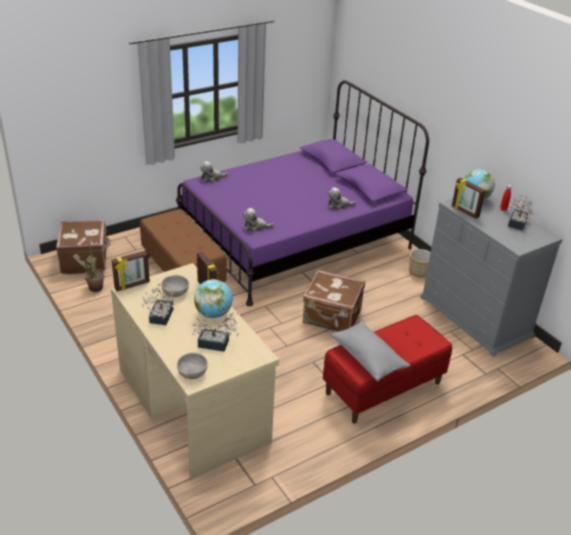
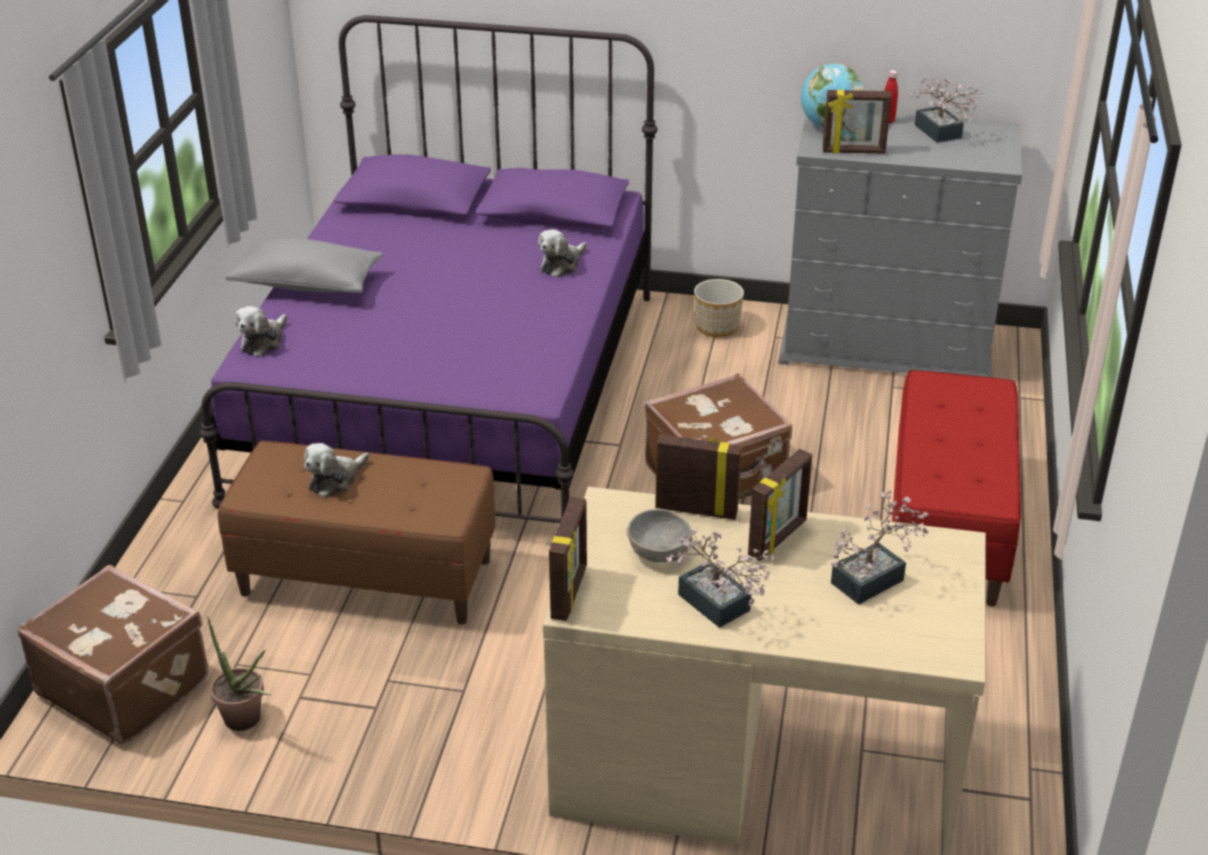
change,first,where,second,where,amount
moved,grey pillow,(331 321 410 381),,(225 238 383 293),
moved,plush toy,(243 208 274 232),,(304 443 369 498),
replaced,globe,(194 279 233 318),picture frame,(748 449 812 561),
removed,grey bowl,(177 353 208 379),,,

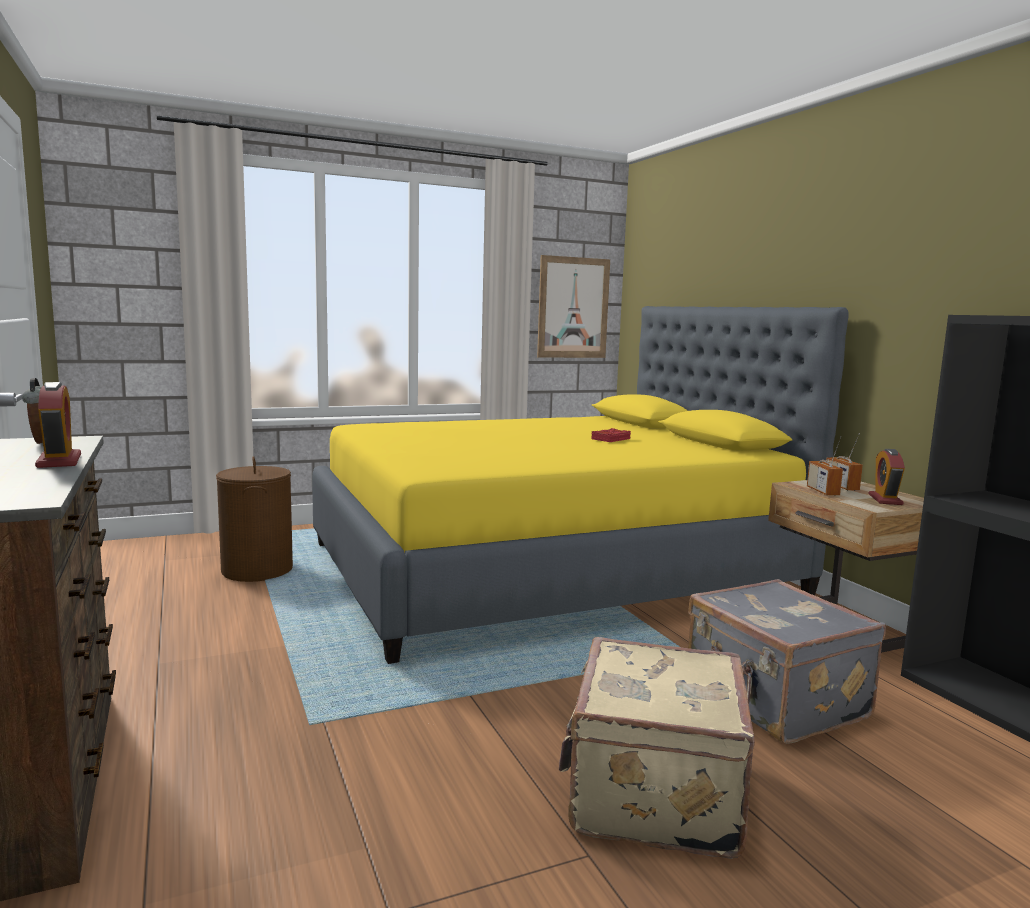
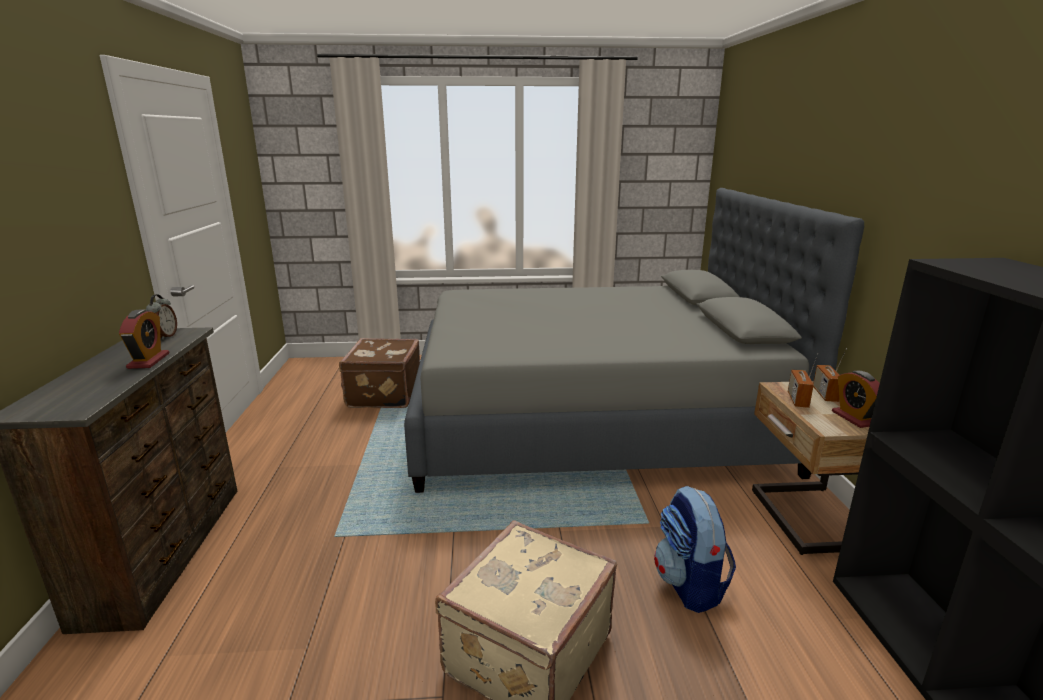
change,first,where,second,where,amount
replaced,brown laundry basket,(216 456 293 582),brown suitcase,(339 338 420 408),
recoloured,yellow bed,(312 306 849 664),grey bed,(404 188 864 493),
replaced,grey suitcase,(688 579 886 744),backpack,(654 486 736 613),
turned,alarm clock,(868 449 905 505),,(832 370 880 428),45 degrees counterclockwise
removed,picture,(537 255 610 358),,,
removed,red book,(591 428 631 442),,,

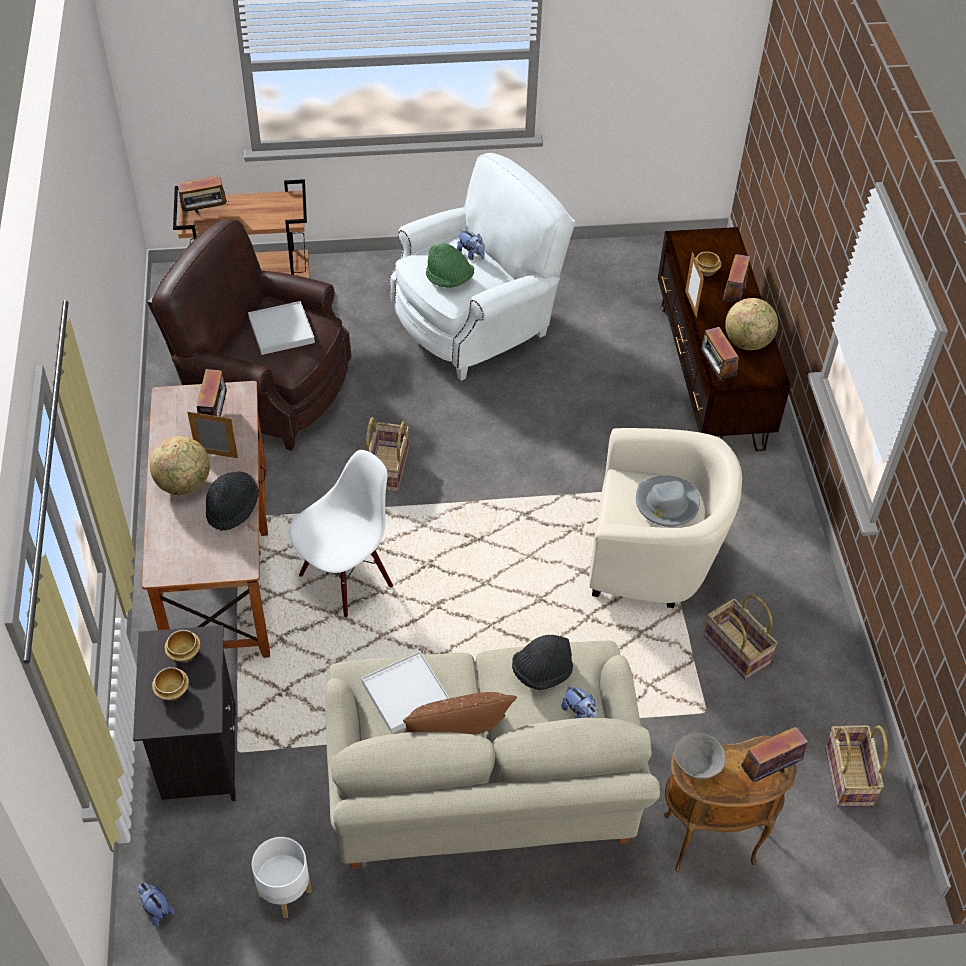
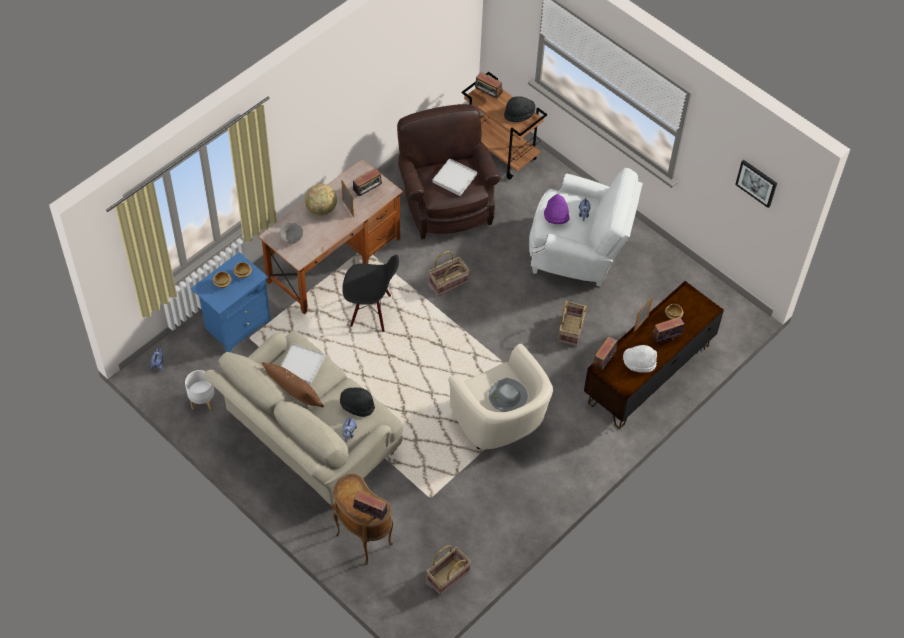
change,first,where,second,where,amount
recoloured,black nightstand,(133 625 236 801),blue nightstand,(191 252 270 352),
moved,grey bowl,(674 733 725 779),,(280 223 303 244),
recoloured,white chair,(289 450 393 617),black chair,(342 255 399 332),
moved,black hat,(206 471 259 531),,(504 96 536 122),
recoloured,green hat,(426 243 474 288),purple hat,(544 194 570 224),
moved,basket,(704 595 778 679),,(558 301 587 346),
replaced,globe,(725 298 778 350),white hat,(623 345 657 373),
added,,,picture,(735 160 777 208),

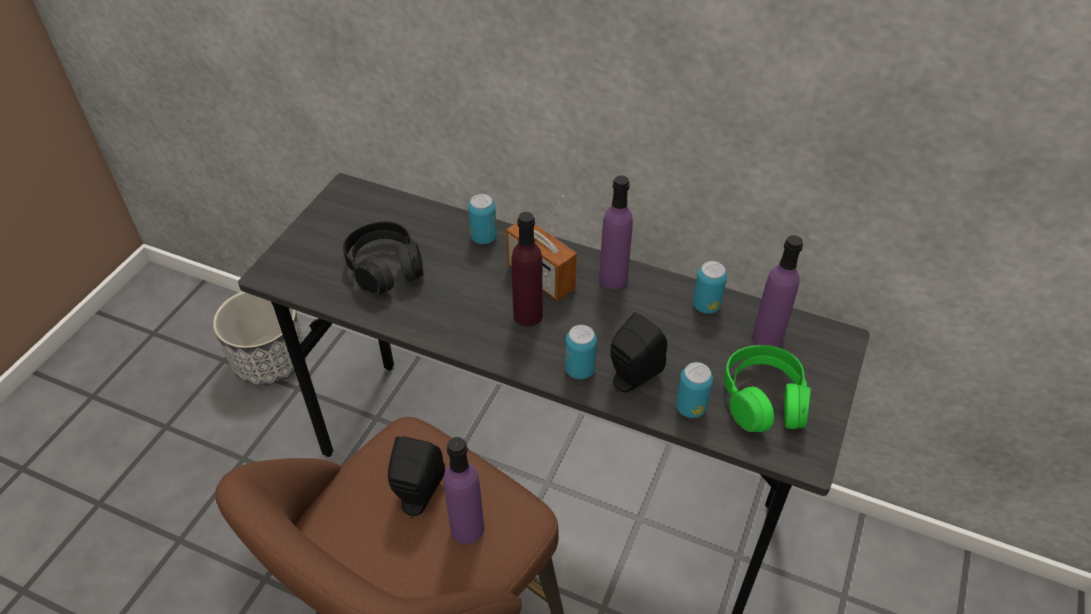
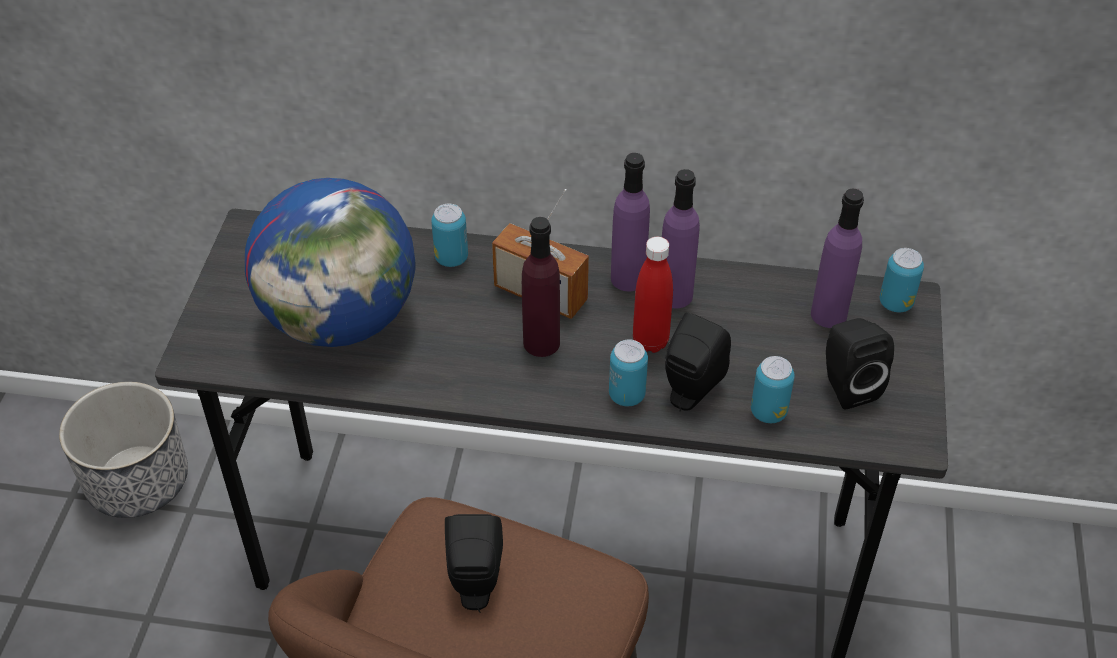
change,first,where,second,where,amount
replaced,black headphones,(343 221 423 295),globe,(245 178 415 347),
added,,,red bottle,(633 237 673 353),
moved,purple bottle,(443 437 484 544),,(662 169 700 308),
replaced,green headphones,(724 345 811 432),black speaker,(826 318 894 409),
moved,can,(693 261 727 314),,(880 248 924 312),

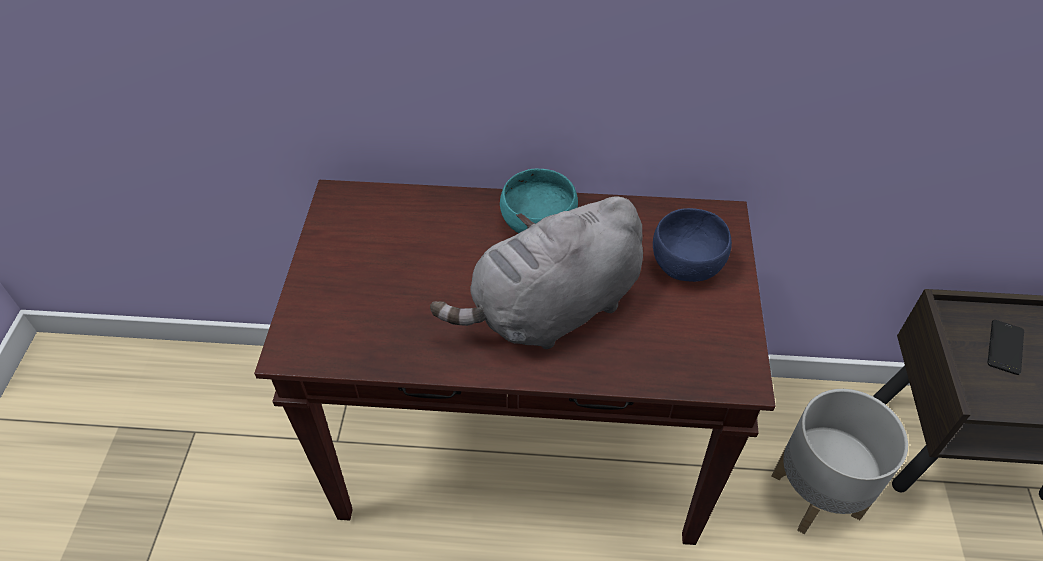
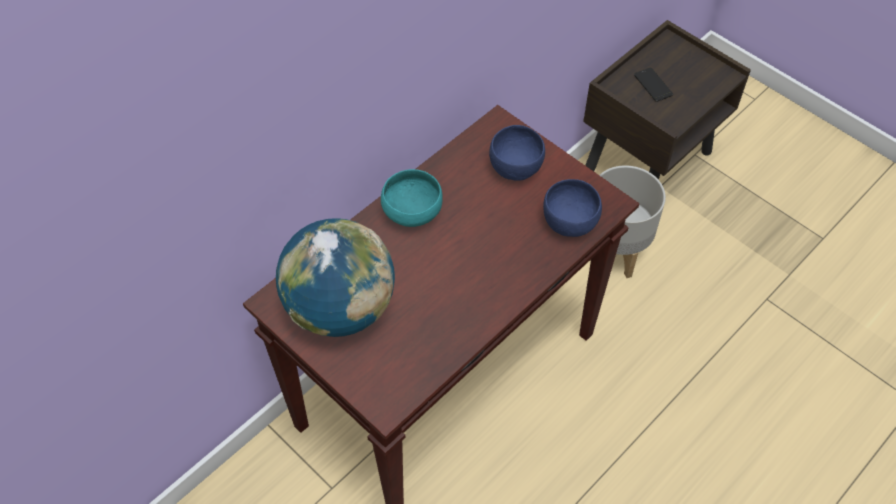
change,first,where,second,where,amount
added,,,globe,(276 218 395 337),
added,,,blue bowl,(543 179 602 237),
removed,grey plush toy,(430 197 643 349),,,

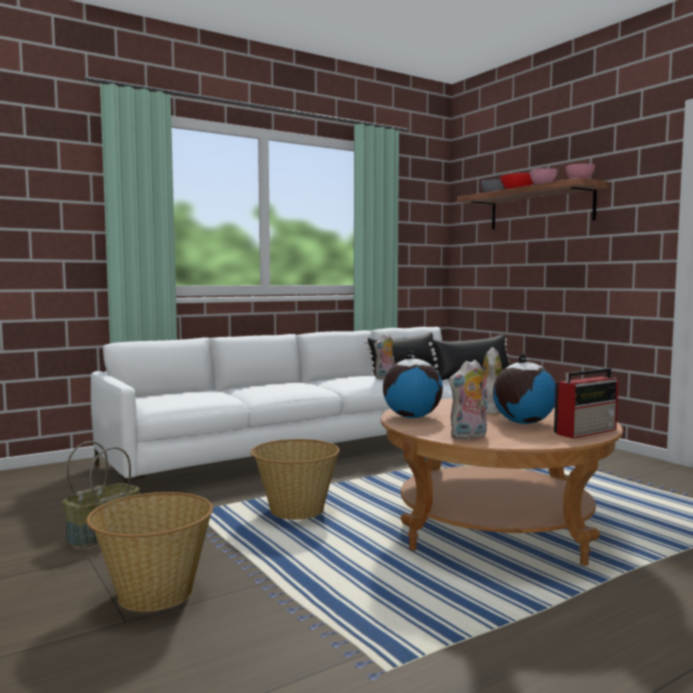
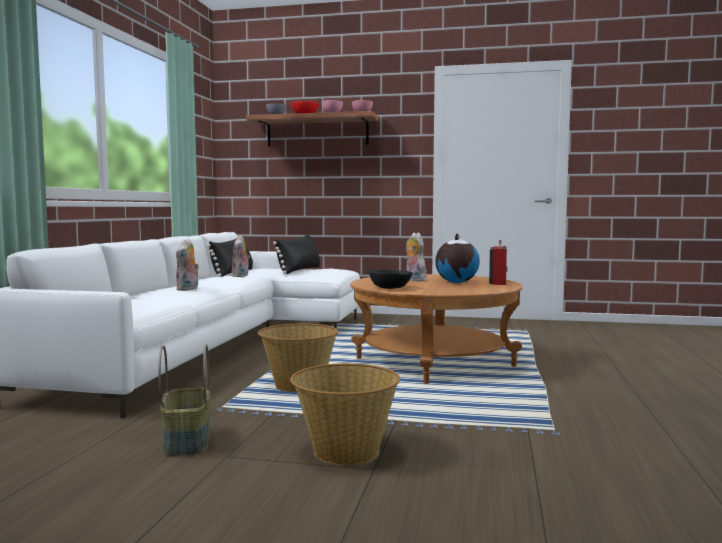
change,first,where,second,where,amount
moved,plush toy,(449 360 487 439),,(176 239 199 291),
replaced,globe,(383 350 443 418),black bowl,(369 270 413 289),

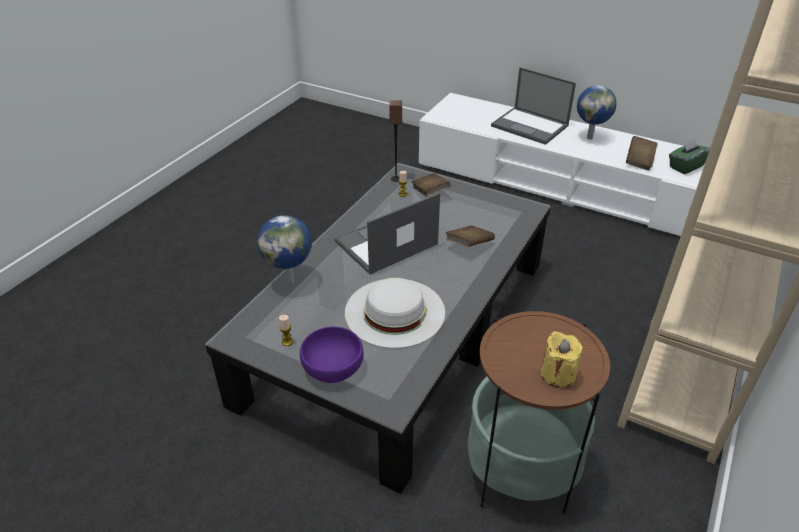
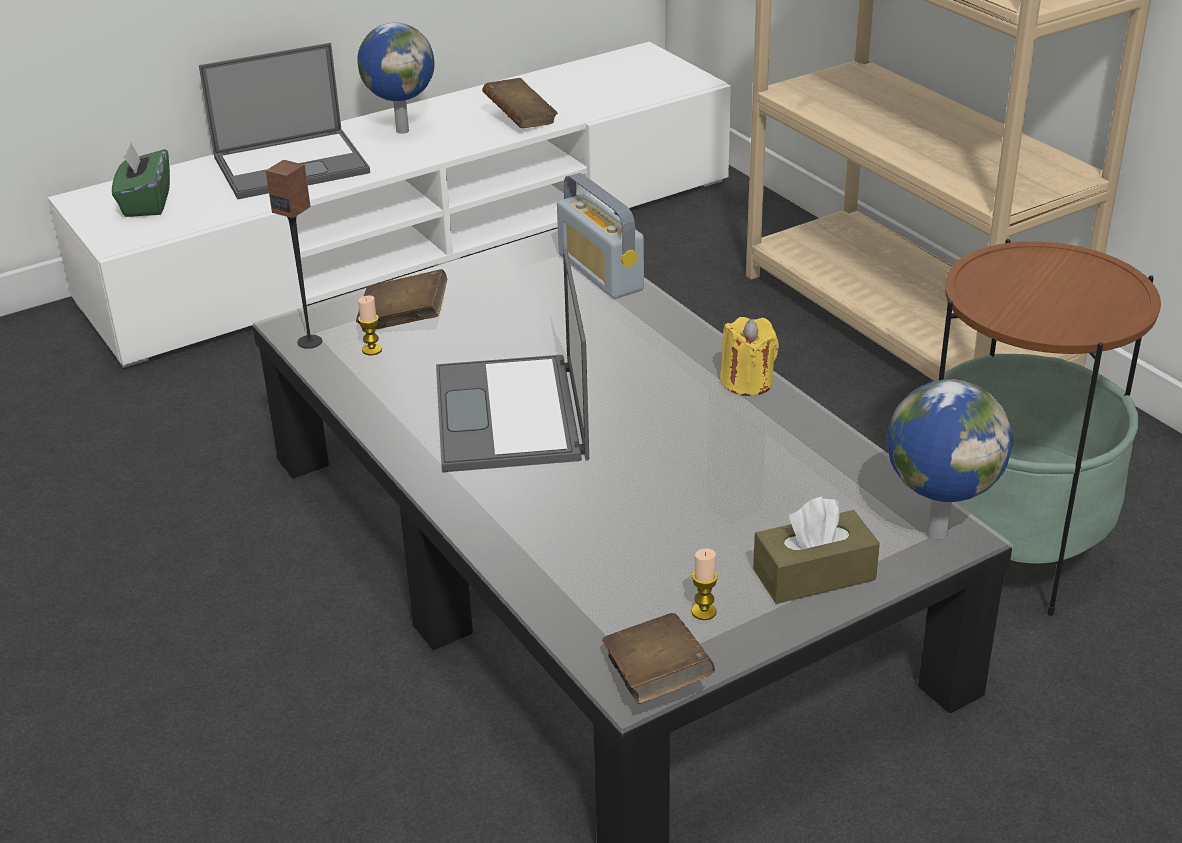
change,first,where,second,where,amount
moved,green tissue box,(669 138 710 174),,(112 143 170 217),
added,,,radio,(557 173 644 298),
moved,brown book,(446 226 495 247),,(602 613 715 704),
moved,yellow candle,(541 331 583 388),,(720 317 779 396),
replaced,purple bowl,(300 327 364 383),brown tissue box,(753 496 880 604),
moved,globe,(258 215 312 284),,(887 379 1013 540),
removed,white hat,(345 278 445 348),,,

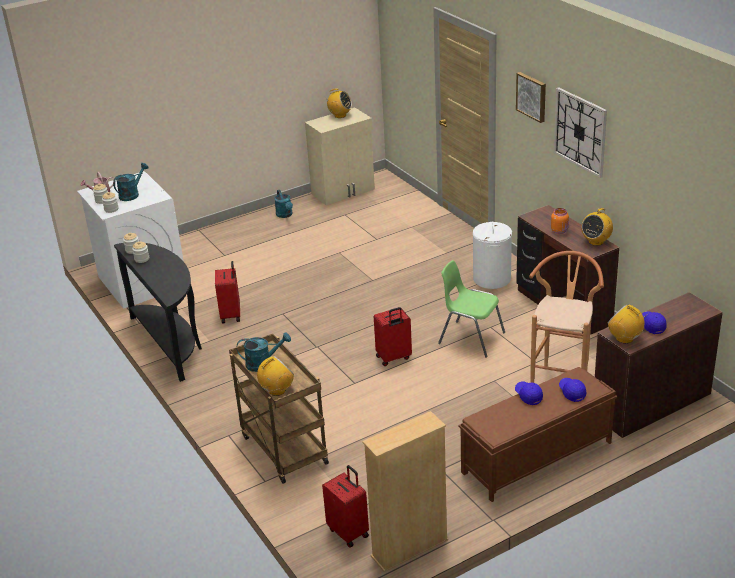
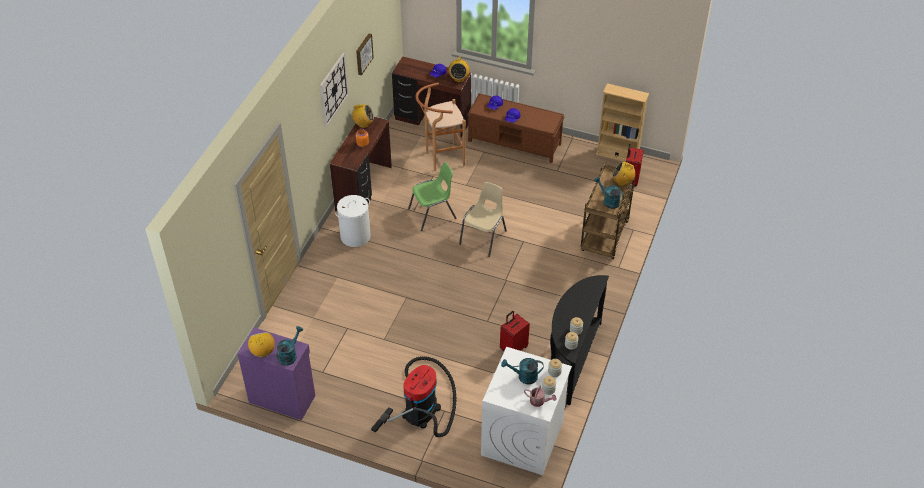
change,first,where,second,where,amount
recoloured,beige cabinet,(305 108 375 205),purple cabinet,(237 327 315 420),
moved,turquoise watering can,(274 190 293 218),,(277 326 303 366),
moved,picture,(516 72 546 123),,(356 34 374 75),
added,,,vacuum cleaner,(371 356 456 437),
turned,green chair,(438 260 505 358),,(408 162 456 231),105 degrees counterclockwise
replaced,red suitcase,(374 307 412 366),beige chair,(459 182 507 257),

